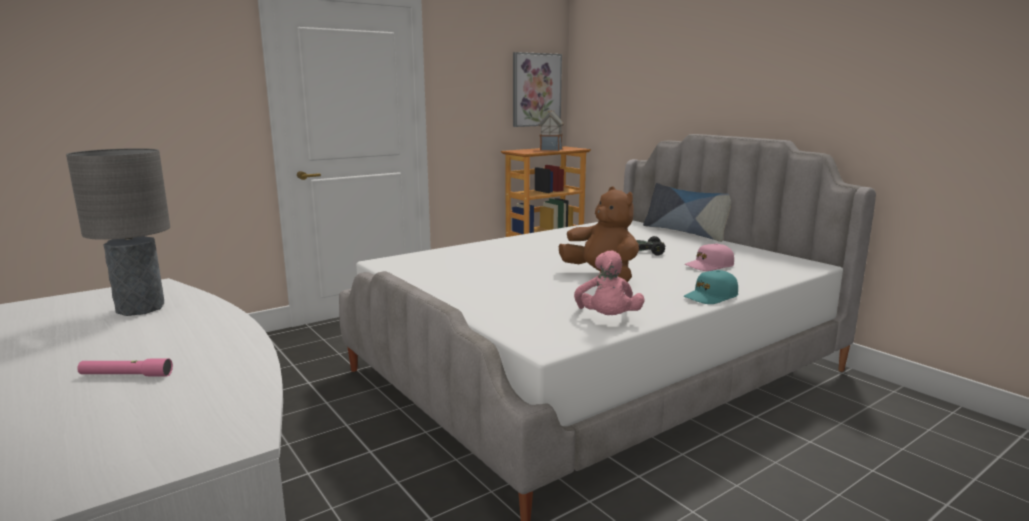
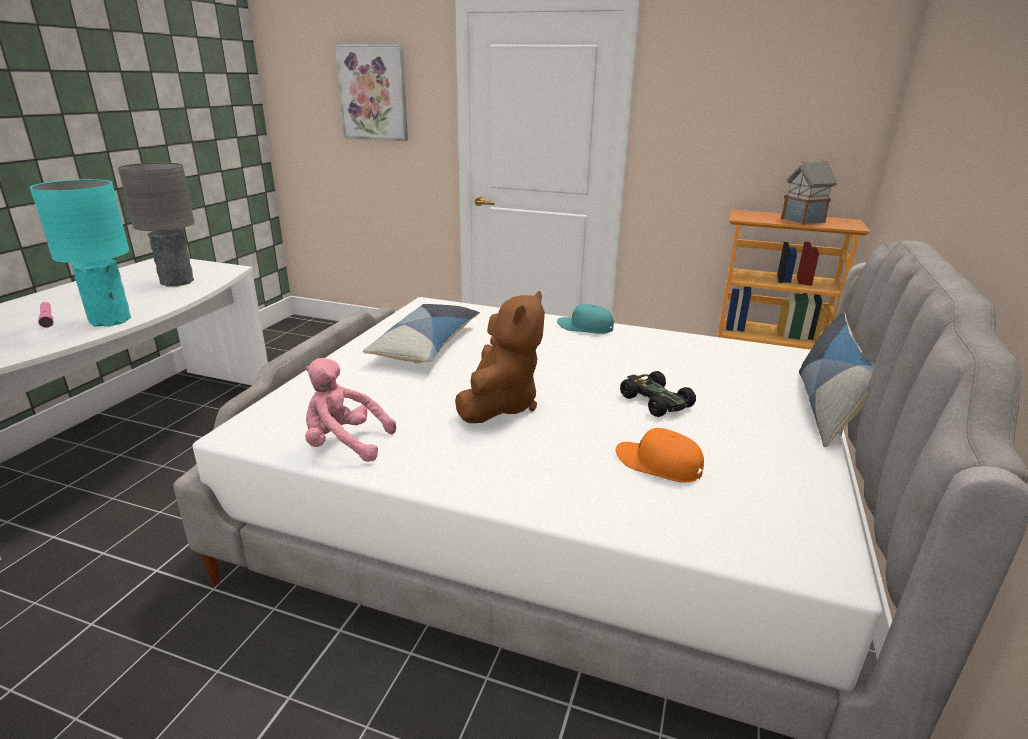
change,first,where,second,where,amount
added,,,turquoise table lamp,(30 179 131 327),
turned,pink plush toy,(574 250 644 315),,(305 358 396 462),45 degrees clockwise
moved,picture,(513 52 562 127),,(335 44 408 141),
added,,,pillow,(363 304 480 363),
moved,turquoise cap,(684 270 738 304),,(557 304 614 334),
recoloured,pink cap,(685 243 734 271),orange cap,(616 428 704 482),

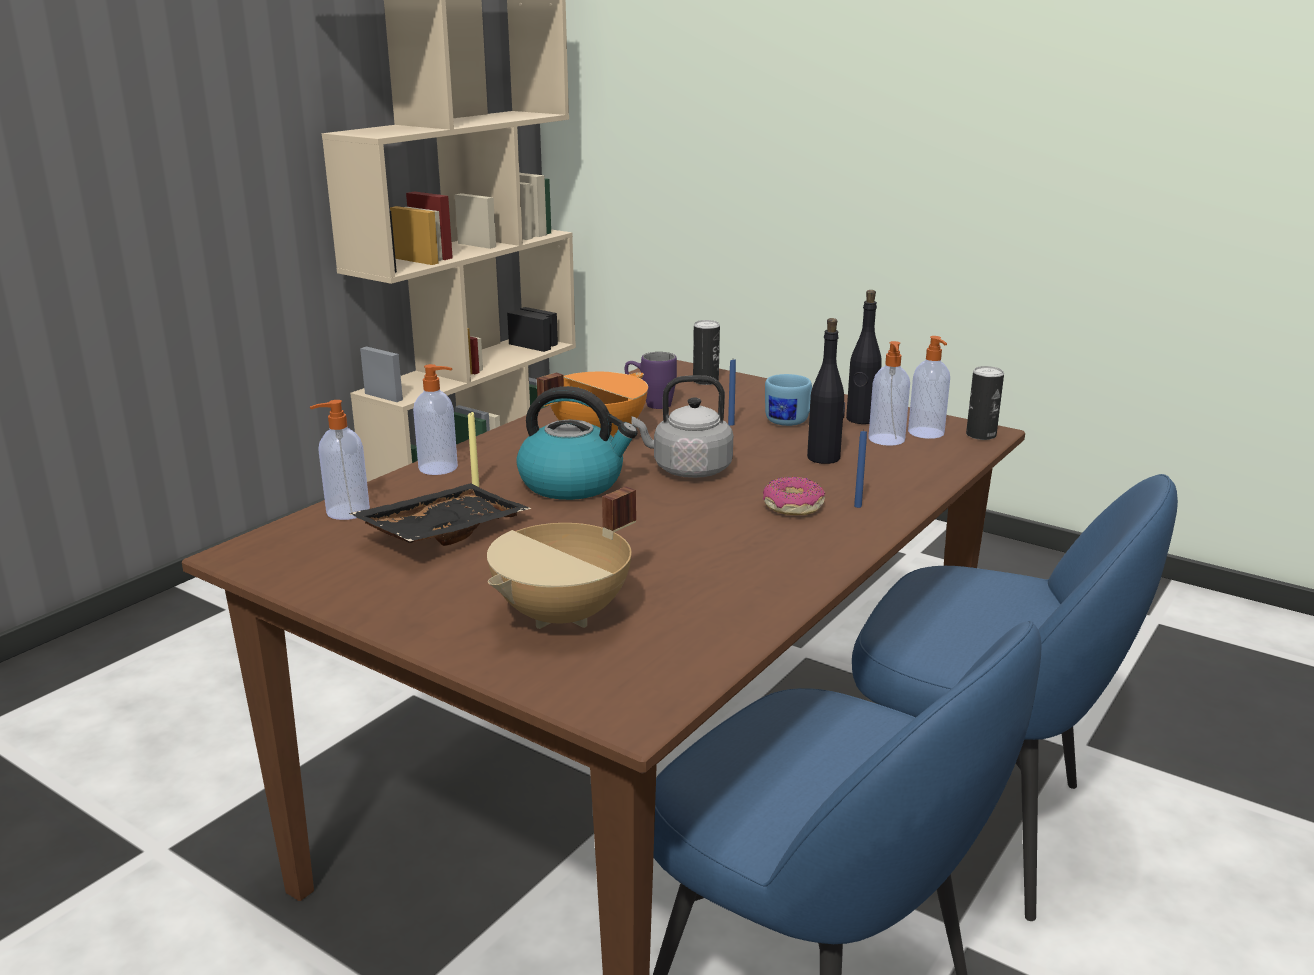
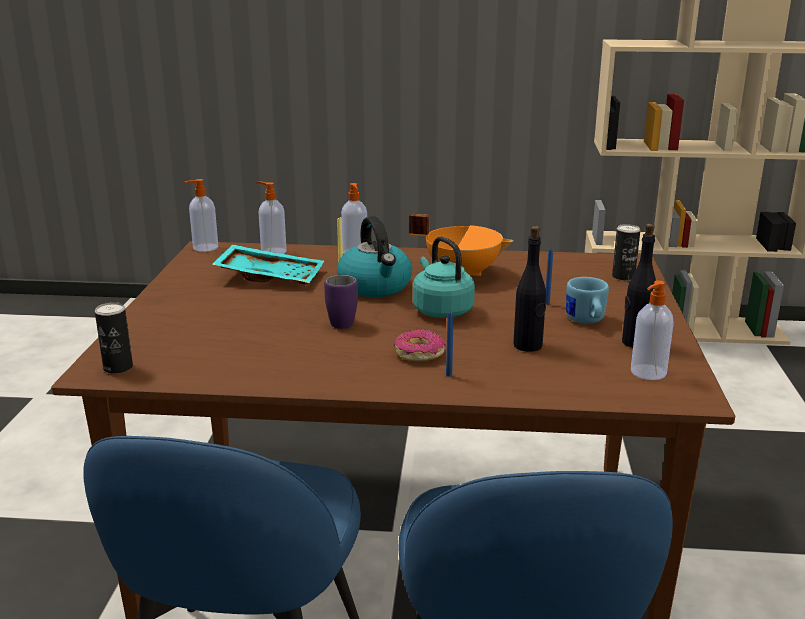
change,first,where,second,where,amount
moved,can,(966 366 1004 440),,(95 302 133 374),
moved,soap dispenser,(868 341 910 446),,(184 179 218 252),
recoloured,black tray,(349 483 531 546),turquoise tray,(212 244 324 285),
moved,purple mug,(625 352 677 409),,(324 275 358 329),
recoloured,grey kettle,(631 375 733 478),turquoise kettle,(413 236 475 318),
removed,beige cooking pot,(487 486 636 629),,,

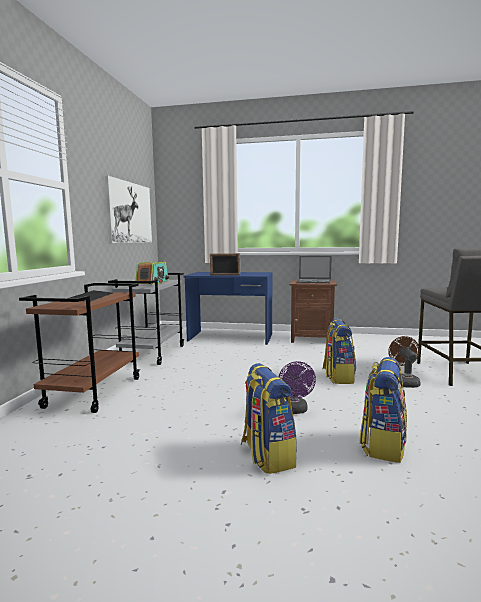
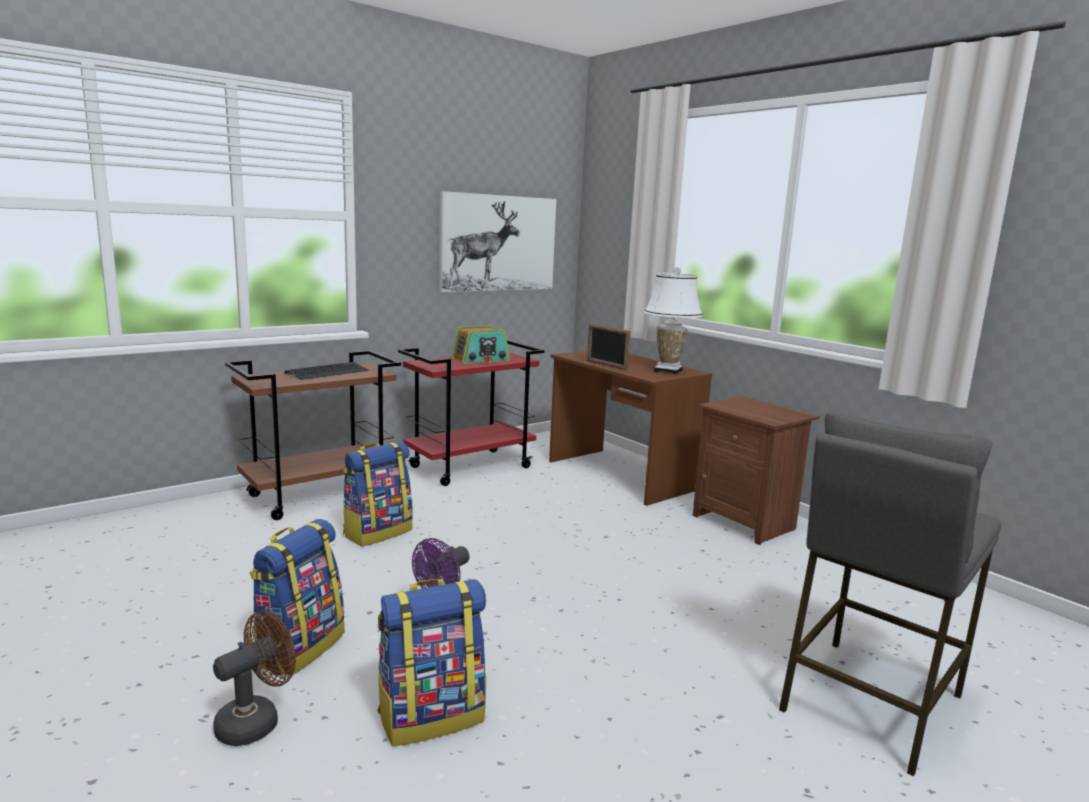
change,first,where,second,where,amount
moved,brown fan,(388 336 420 388),,(213 610 296 746),
moved,backpack,(323 319 356 384),,(343 441 412 546),
recoloured,grey cart,(108 273 184 365),red cart,(398 341 545 486),
recoloured,blue desk,(184 272 273 345),brown desk,(549 351 712 506),
added,,,white table lamp,(644 267 703 375),
removed,laptop,(296 256 332 283),,,

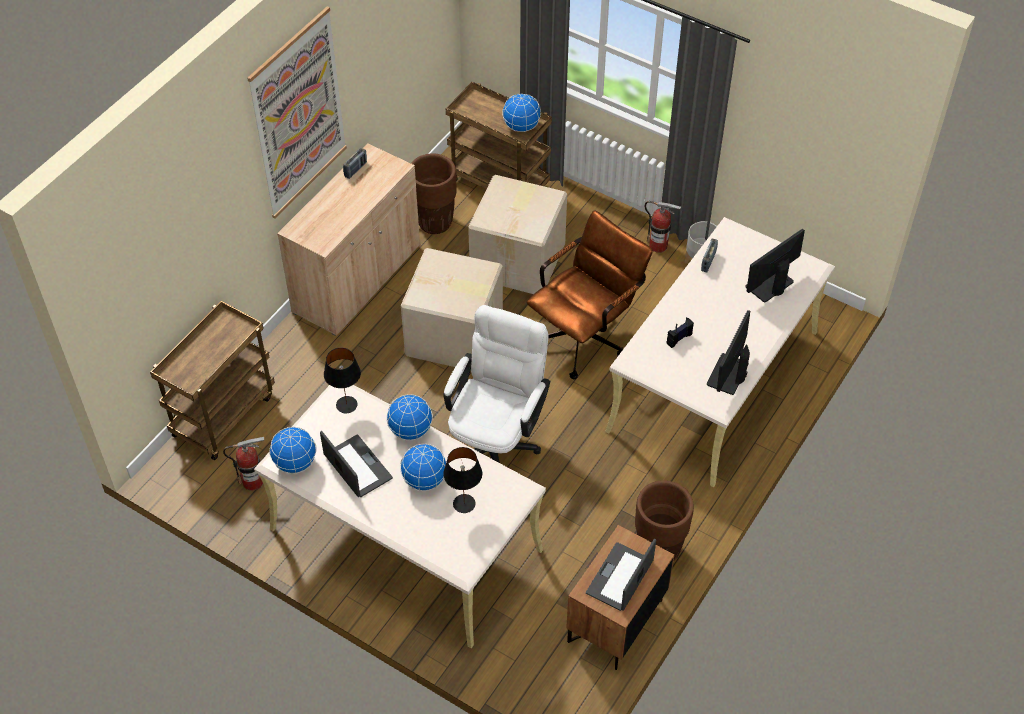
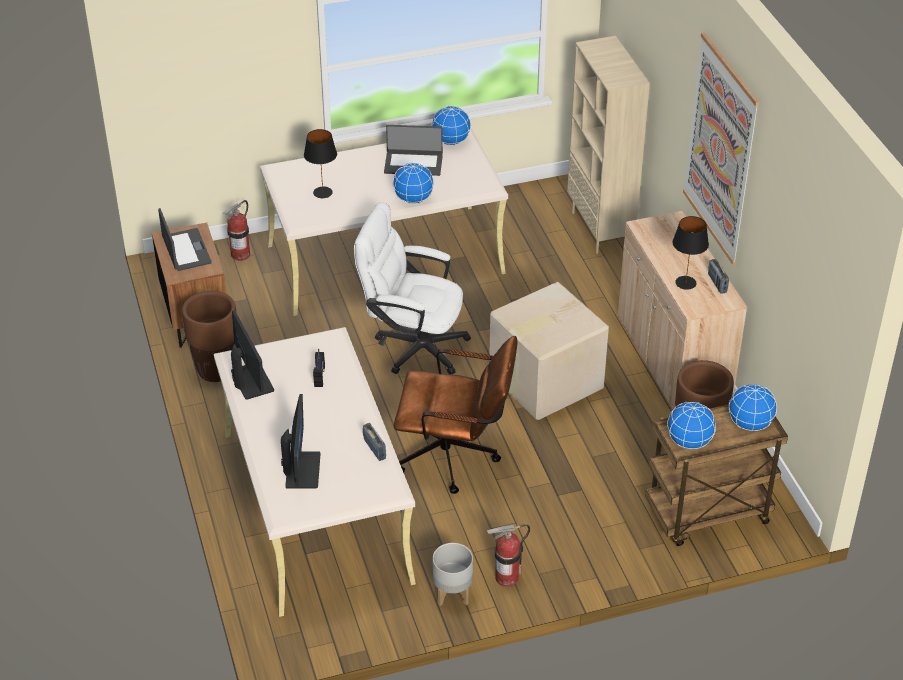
change,first,where,second,where,amount
moved,fire extinguisher,(223 437 264 490),,(223 200 250 261),
turned,white office chair,(443 305 550 463),,(354 202 471 374),135 degrees clockwise
turned,brown office chair,(526 210 653 380),,(394 336 518 494),75 degrees counterclockwise
replaced,brown cart,(150 301 275 460),beige bookcase,(567 36 650 254),
moved,black table lamp,(324 348 361 413),,(673 216 709 290),
moved,globe,(400 444 447 491),,(728 384 777 432),
removed,cardboard box,(468 175 567 294),,,

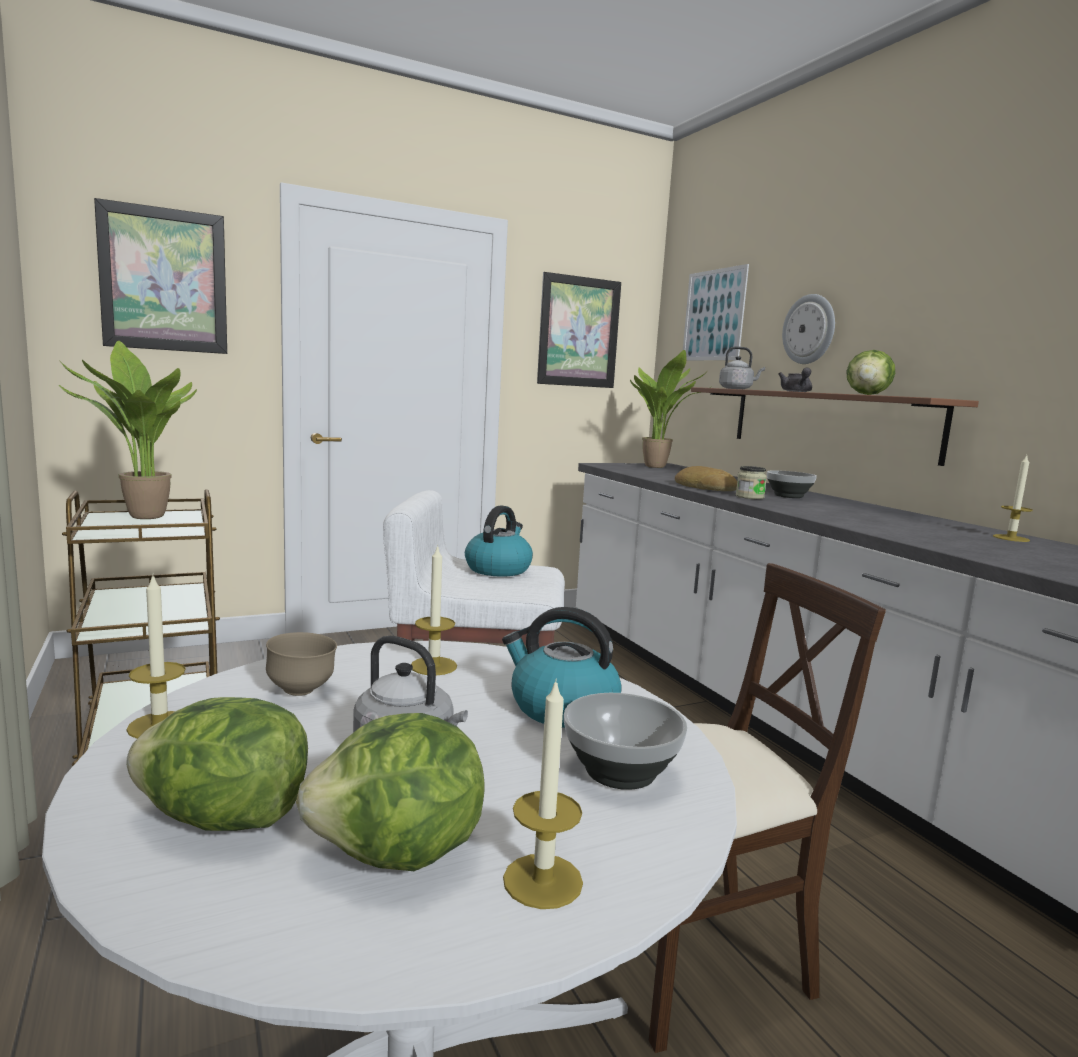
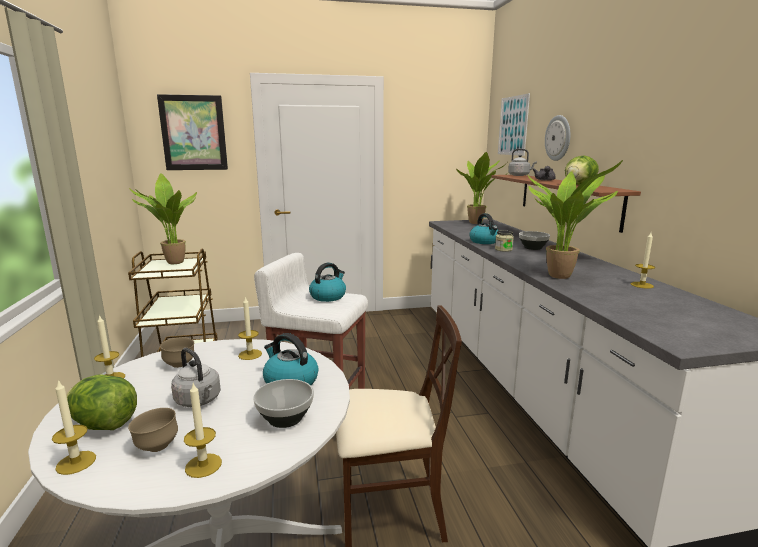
change,first,where,second,where,amount
added,,,candle,(52 379 96 475),
replaced,lettuce,(296 713 484 871),brown bowl,(128 408 178 452),
replaced,bread,(675 466 737 491),kettle,(469 213 499 244),
added,,,potted plant,(527 160 623 279),
removed,picture,(537 272 621 388),,,

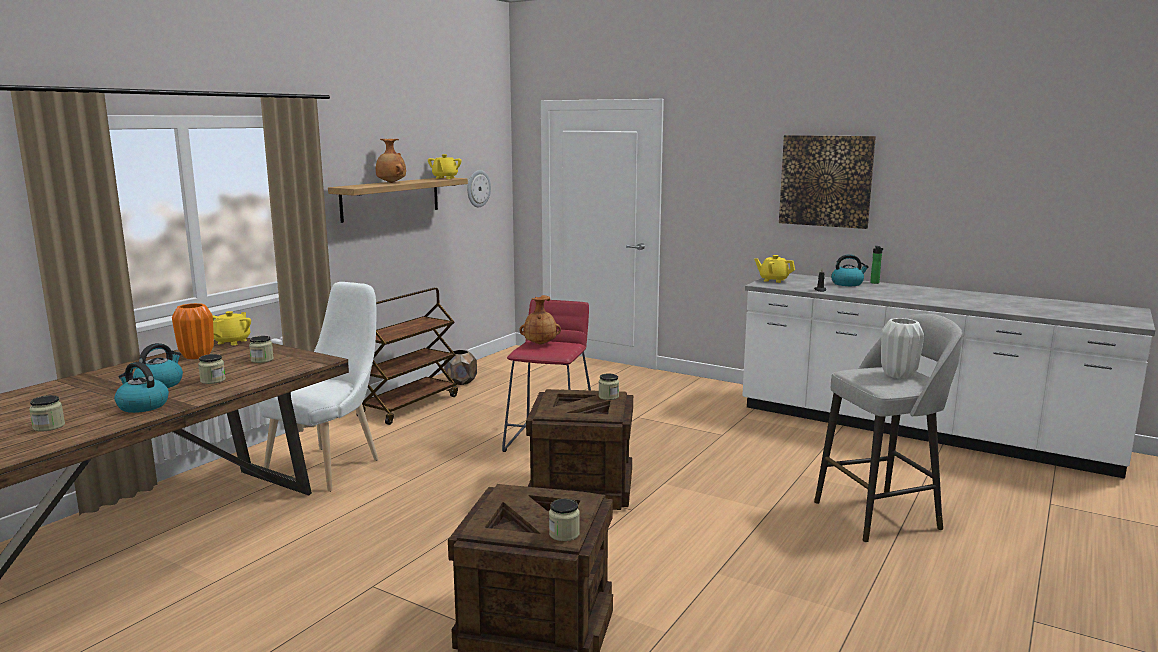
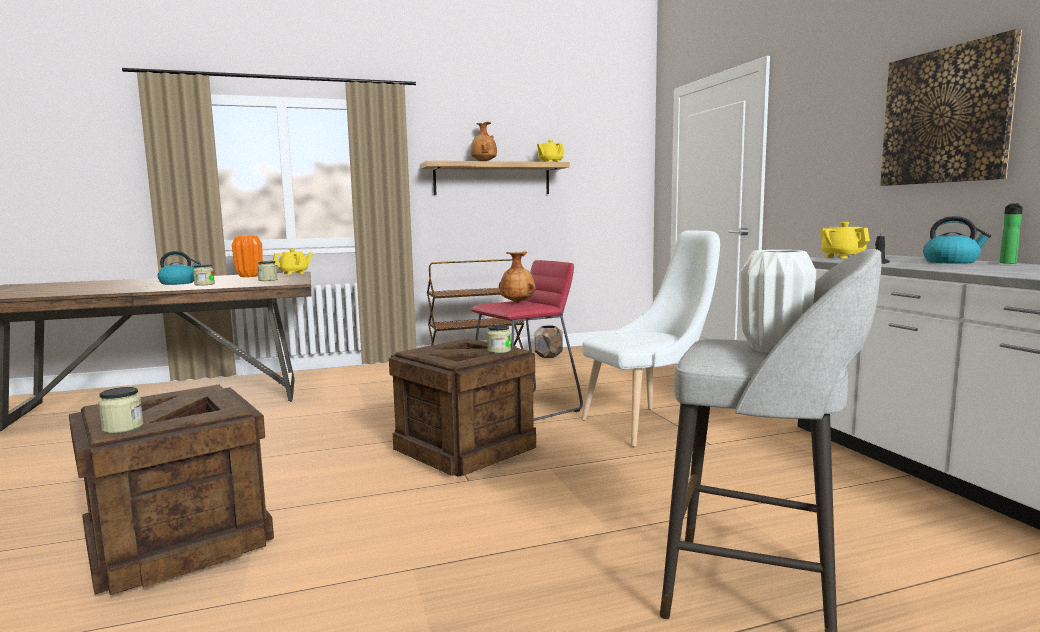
change,first,where,second,where,amount
moved,white chair,(259 282 379 492),,(581 230 720 447),
removed,jar,(29 395 65 432),,,
removed,kettle,(114 362 169 413),,,
removed,wall clock,(467 170 491 207),,,

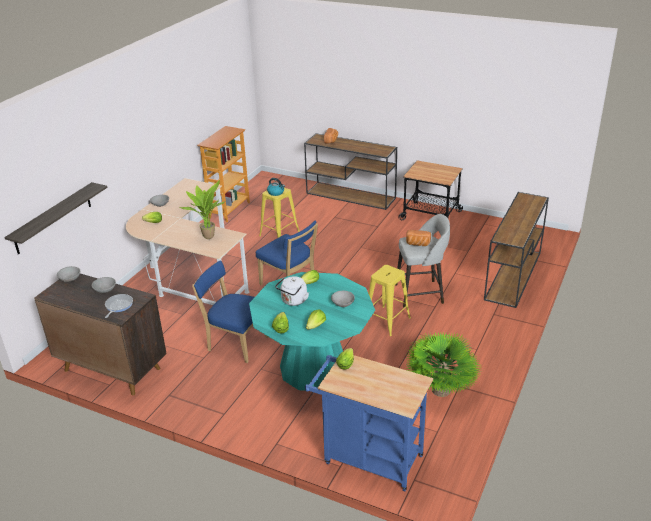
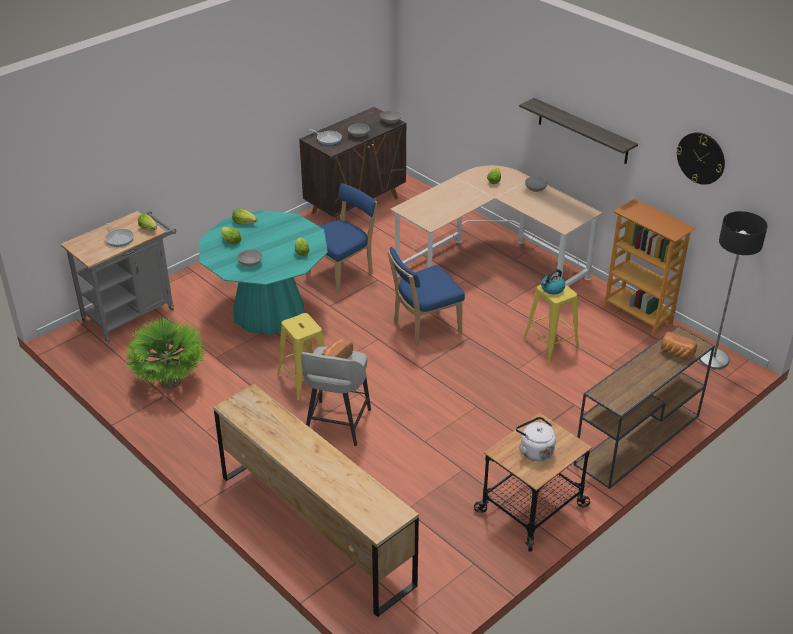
change,first,where,second,where,amount
recoloured,blue cart,(305 355 433 491),grey cart,(61 211 176 343),
added,,,frying pan,(105 223 134 247),
replaced,brown console table,(484 192 549 308),brown dresser,(213 384 419 617),
moved,white kettle,(275 276 309 306),,(516 417 556 461),
moved,shelf,(4 182 108 255),,(519 98 638 164),
added,,,wall clock,(676 132 725 185),
added,,,floor lamp,(699 211 768 369),
removed,potted plant,(180 180 226 239),,,

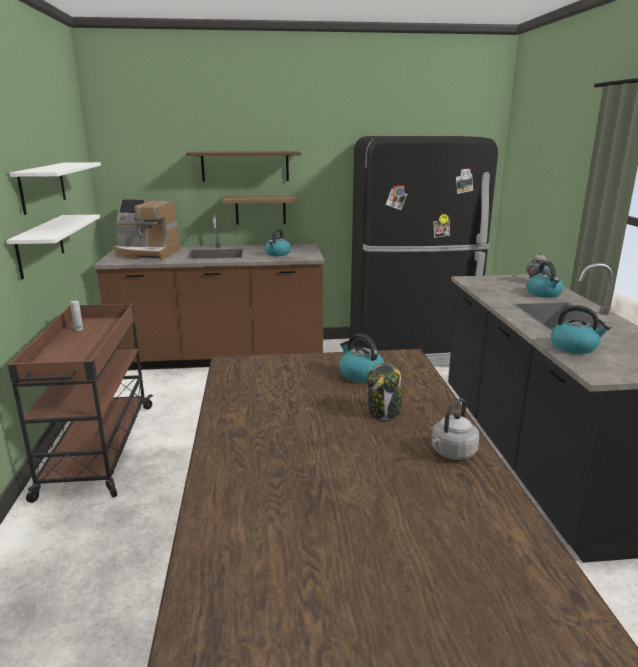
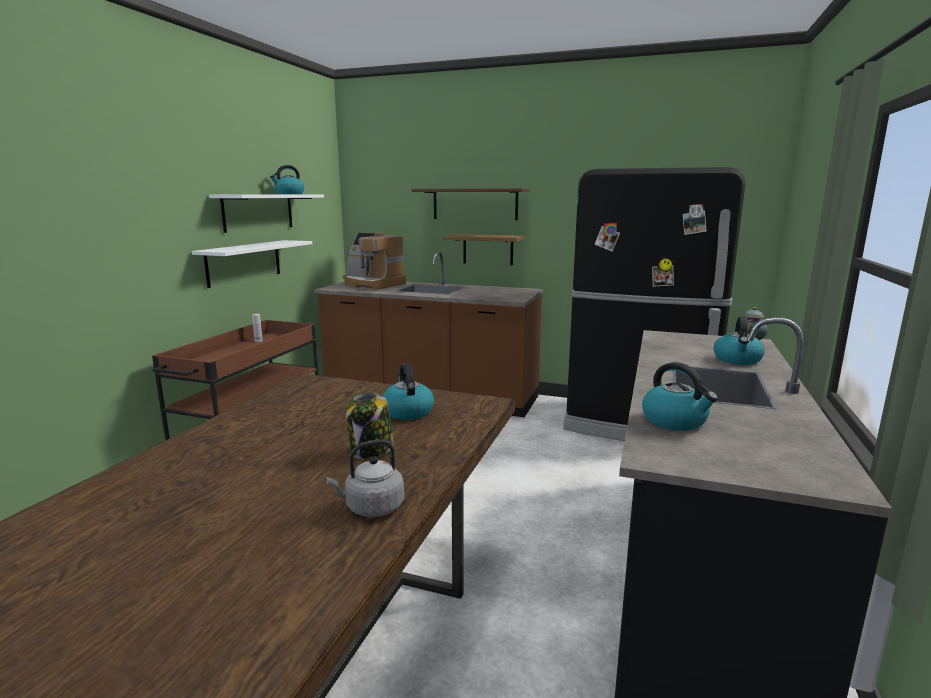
change,first,where,second,where,amount
moved,kettle,(265 229 291 256),,(270 165 304 194),

